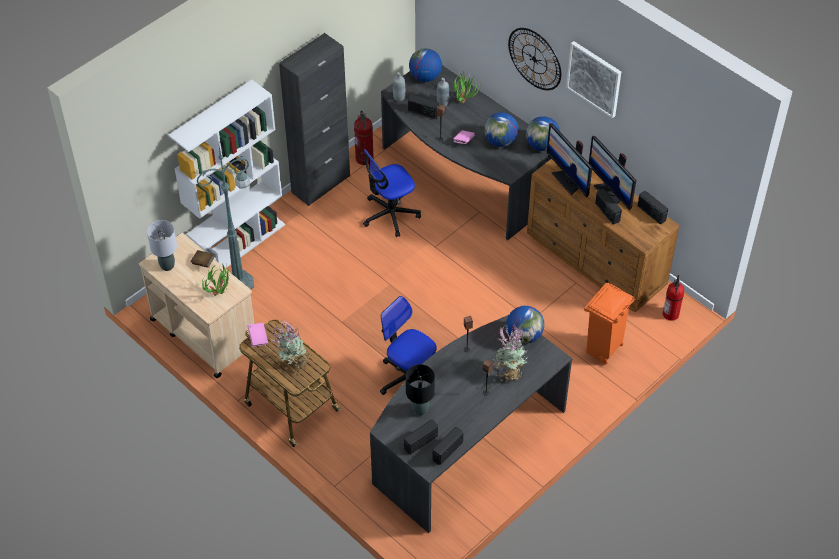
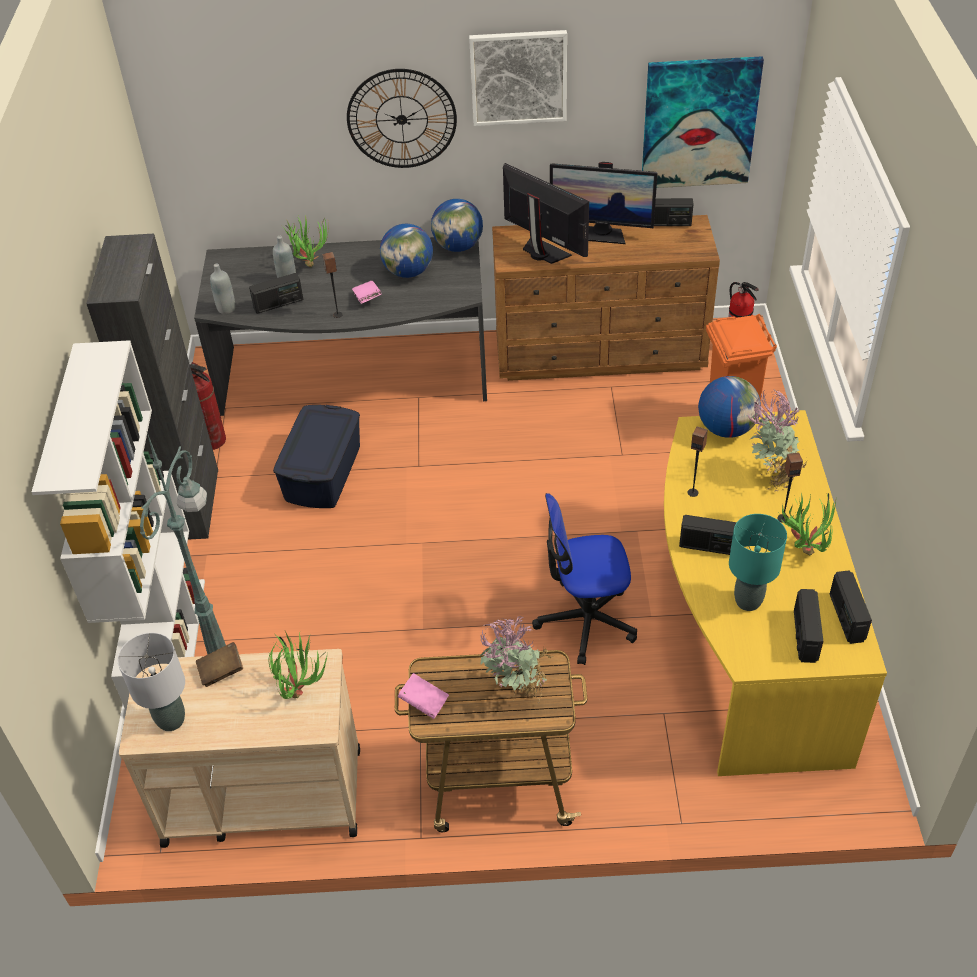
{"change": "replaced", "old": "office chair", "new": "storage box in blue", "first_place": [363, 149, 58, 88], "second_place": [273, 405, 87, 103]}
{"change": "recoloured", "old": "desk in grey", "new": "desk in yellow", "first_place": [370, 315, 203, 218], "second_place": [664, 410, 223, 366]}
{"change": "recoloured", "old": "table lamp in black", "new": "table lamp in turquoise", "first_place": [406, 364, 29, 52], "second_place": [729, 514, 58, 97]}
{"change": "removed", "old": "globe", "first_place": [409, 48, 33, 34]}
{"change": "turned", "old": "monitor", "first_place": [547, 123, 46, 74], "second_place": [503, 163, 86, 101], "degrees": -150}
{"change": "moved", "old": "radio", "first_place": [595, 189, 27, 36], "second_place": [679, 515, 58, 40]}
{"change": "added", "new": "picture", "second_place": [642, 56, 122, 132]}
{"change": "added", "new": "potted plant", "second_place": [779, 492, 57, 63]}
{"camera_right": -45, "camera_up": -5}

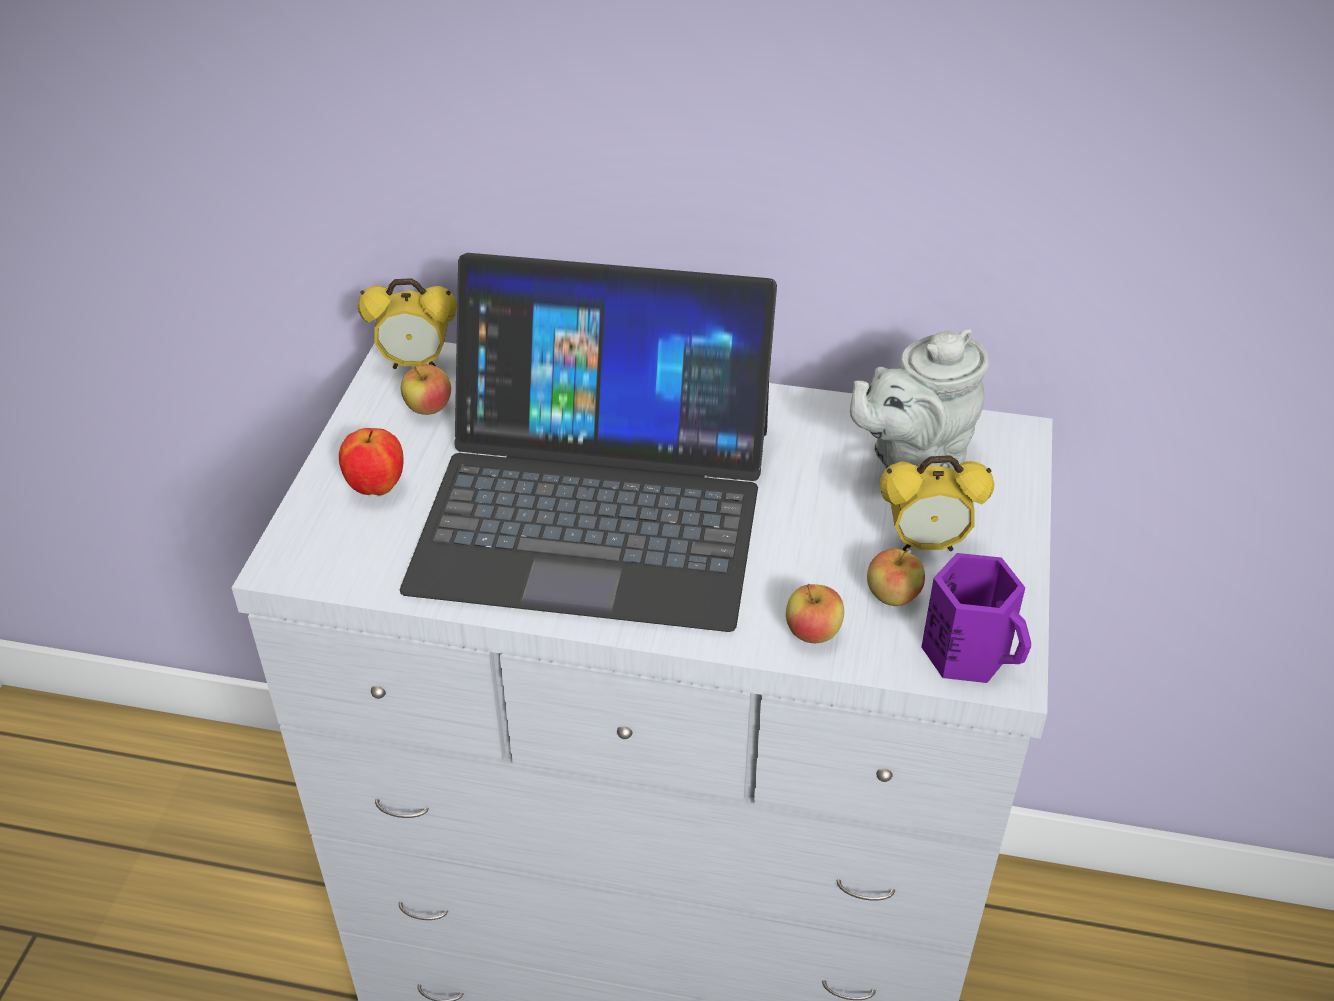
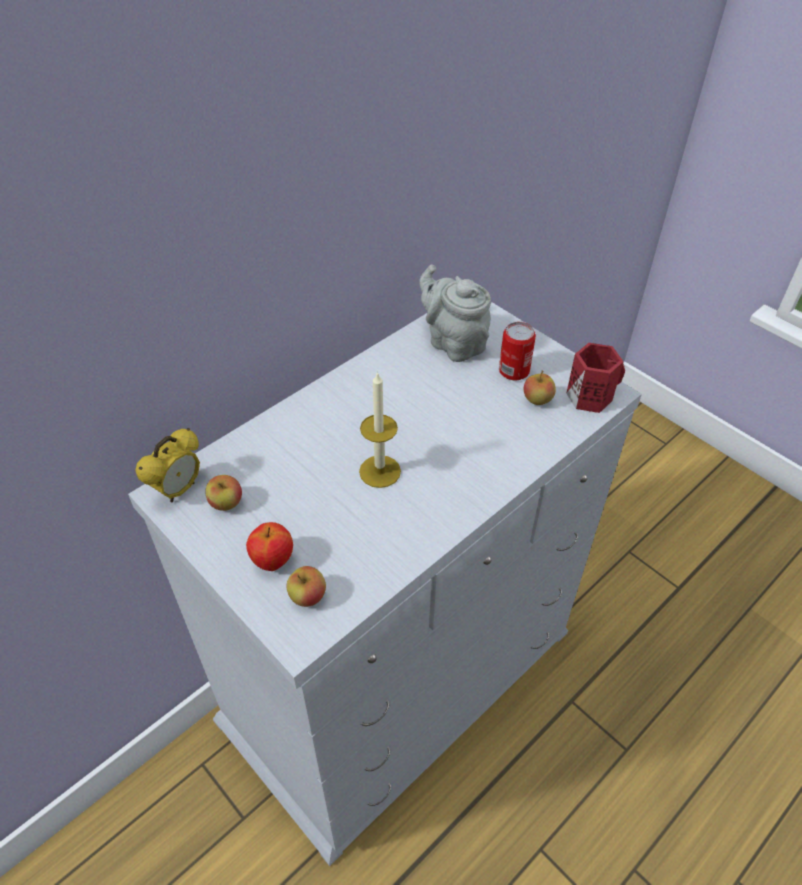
{"change": "replaced", "old": "laptop", "new": "candle", "first_place": [400, 253, 377, 379], "second_place": [359, 372, 42, 116]}
{"change": "moved", "old": "apple", "first_place": [786, 584, 58, 59], "second_place": [286, 566, 40, 41]}
{"change": "turned", "old": "teapot in grey", "first_place": [850, 329, 139, 140], "second_place": [419, 264, 72, 98], "degrees": 135}
{"change": "replaced", "old": "alarm clock", "new": "can", "first_place": [880, 455, 114, 96], "second_place": [499, 322, 37, 58]}
{"change": "recoloured", "old": "mug in purple", "new": "mug in red", "first_place": [921, 553, 110, 130], "second_place": [566, 343, 59, 70]}
{"camera_right": -55, "camera_up": 5}

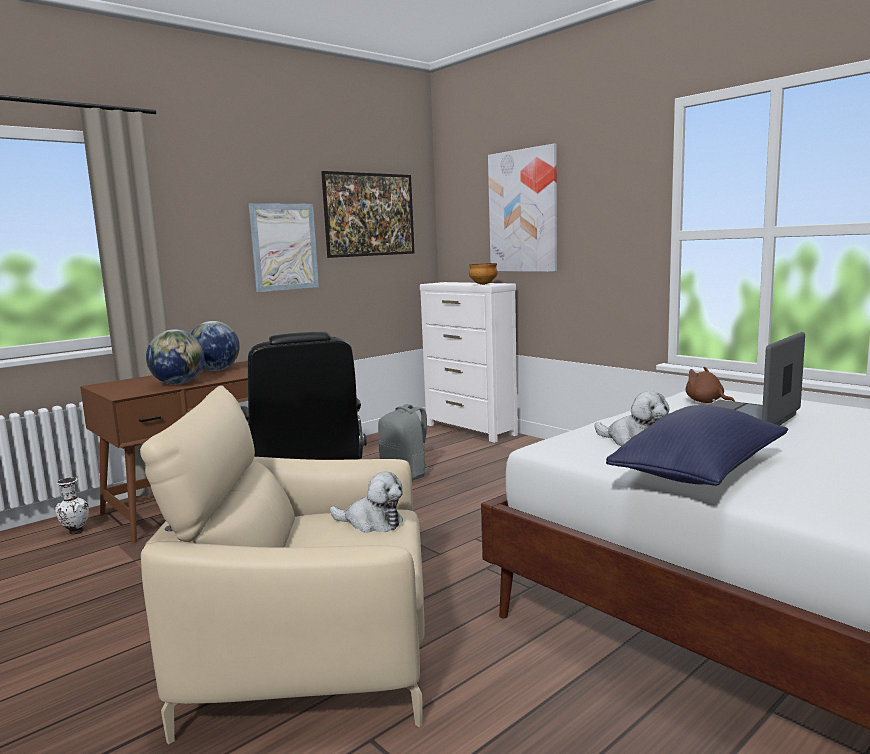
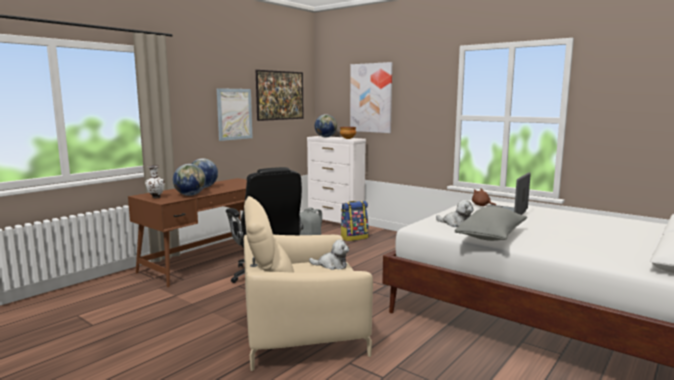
{"change": "moved", "old": "vase in white", "first_place": [55, 477, 34, 57], "second_place": [145, 165, 20, 33]}
{"change": "recoloured", "old": "pillow in blue", "new": "pillow in grey", "first_place": [606, 405, 182, 81], "second_place": [455, 206, 72, 35]}
{"change": "added", "new": "globe", "second_place": [315, 114, 22, 23]}
{"change": "added", "new": "backpack", "second_place": [341, 201, 28, 40]}
{"camera_right": -10, "camera_up": 0}

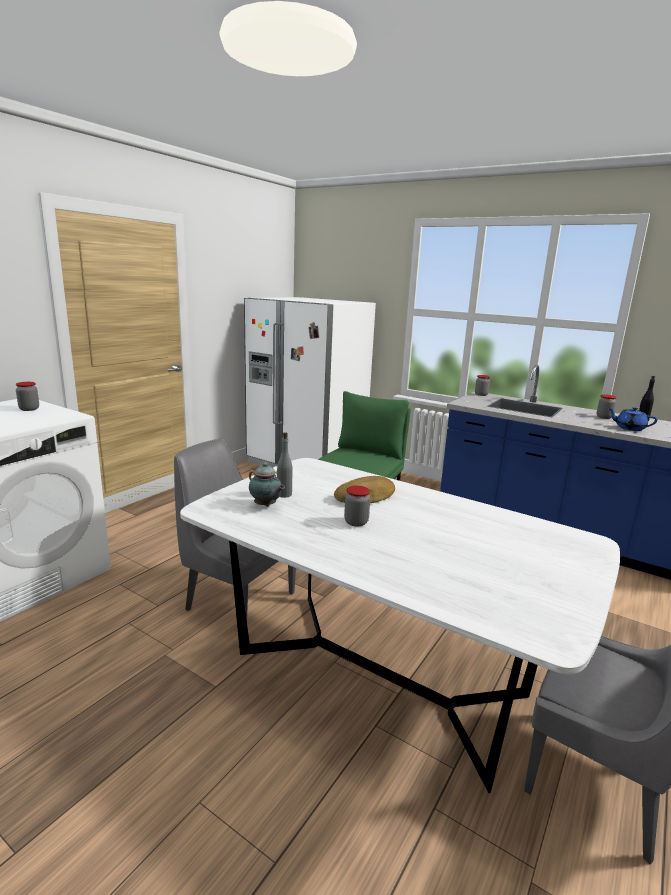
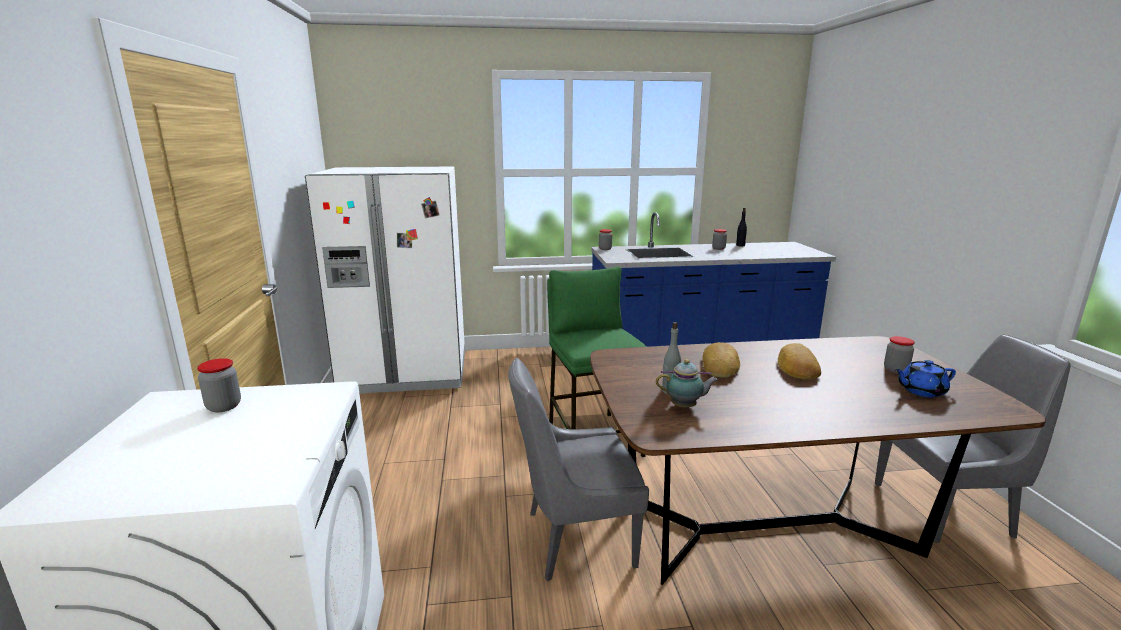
{"change": "recoloured", "old": "dining table in white", "new": "dining table in brown", "first_place": [180, 458, 440, 335], "second_place": [590, 336, 456, 249]}
{"change": "moved", "old": "jar", "first_place": [344, 485, 26, 42], "second_place": [884, 336, 31, 38]}
{"change": "moved", "old": "teapot in blue", "first_place": [608, 407, 50, 24], "second_place": [894, 360, 62, 38]}
{"change": "added", "new": "bread", "second_place": [778, 343, 43, 36]}
{"camera_right": -40, "camera_up": 0}

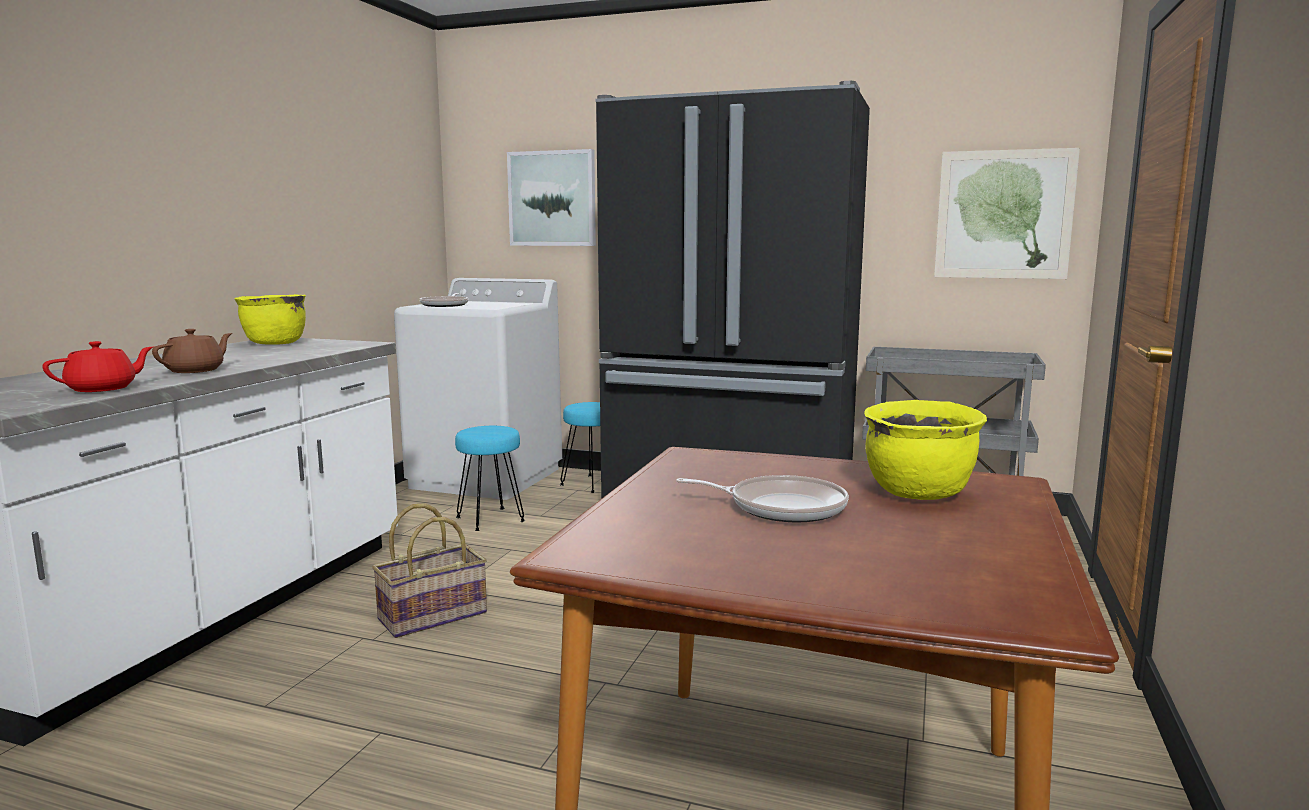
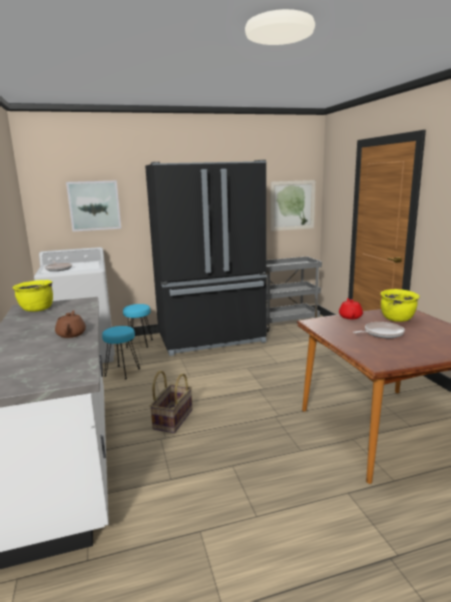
{"change": "moved", "old": "teapot in red", "first_place": [42, 341, 111, 51], "second_place": [339, 298, 24, 21]}
{"camera_right": -35, "camera_up": 5}

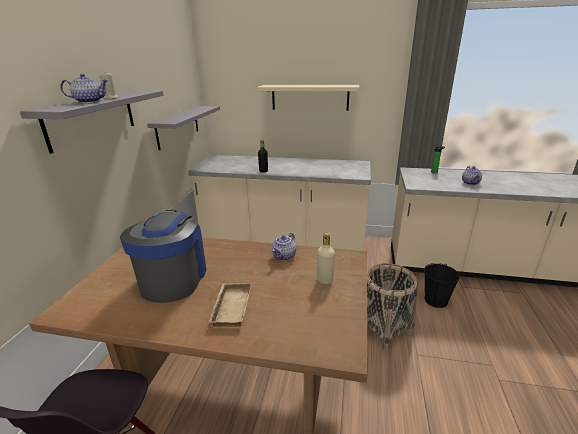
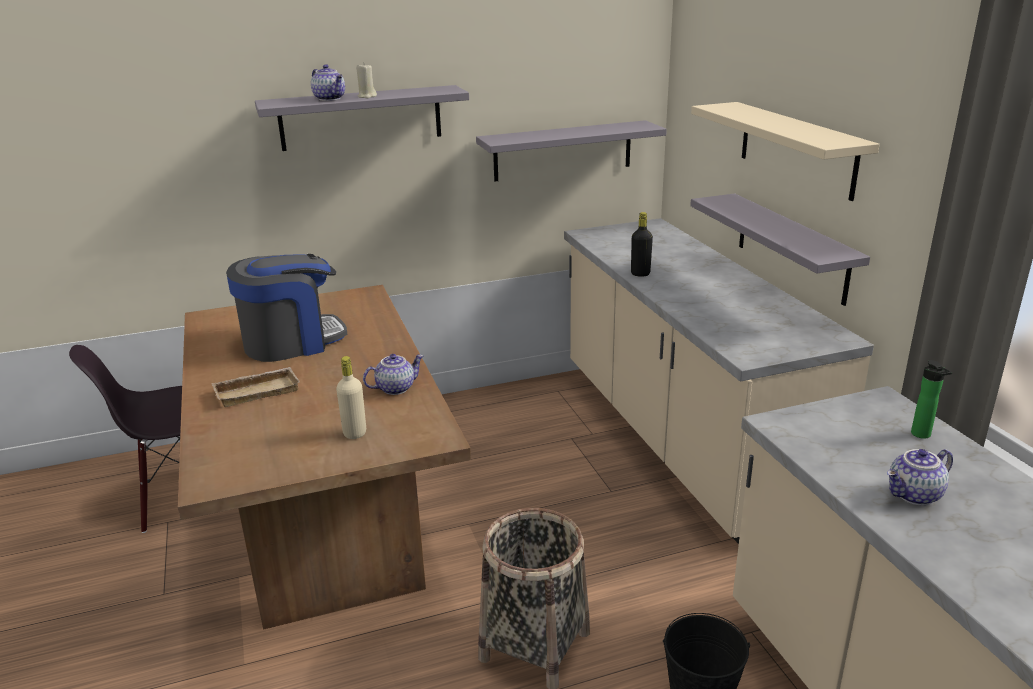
{"change": "turned", "old": "teapot", "first_place": [272, 233, 24, 28], "second_place": [363, 354, 61, 41], "degrees": 150}
{"change": "added", "new": "shelf in grey", "second_place": [690, 194, 180, 112]}
{"camera_right": 60, "camera_up": 0}

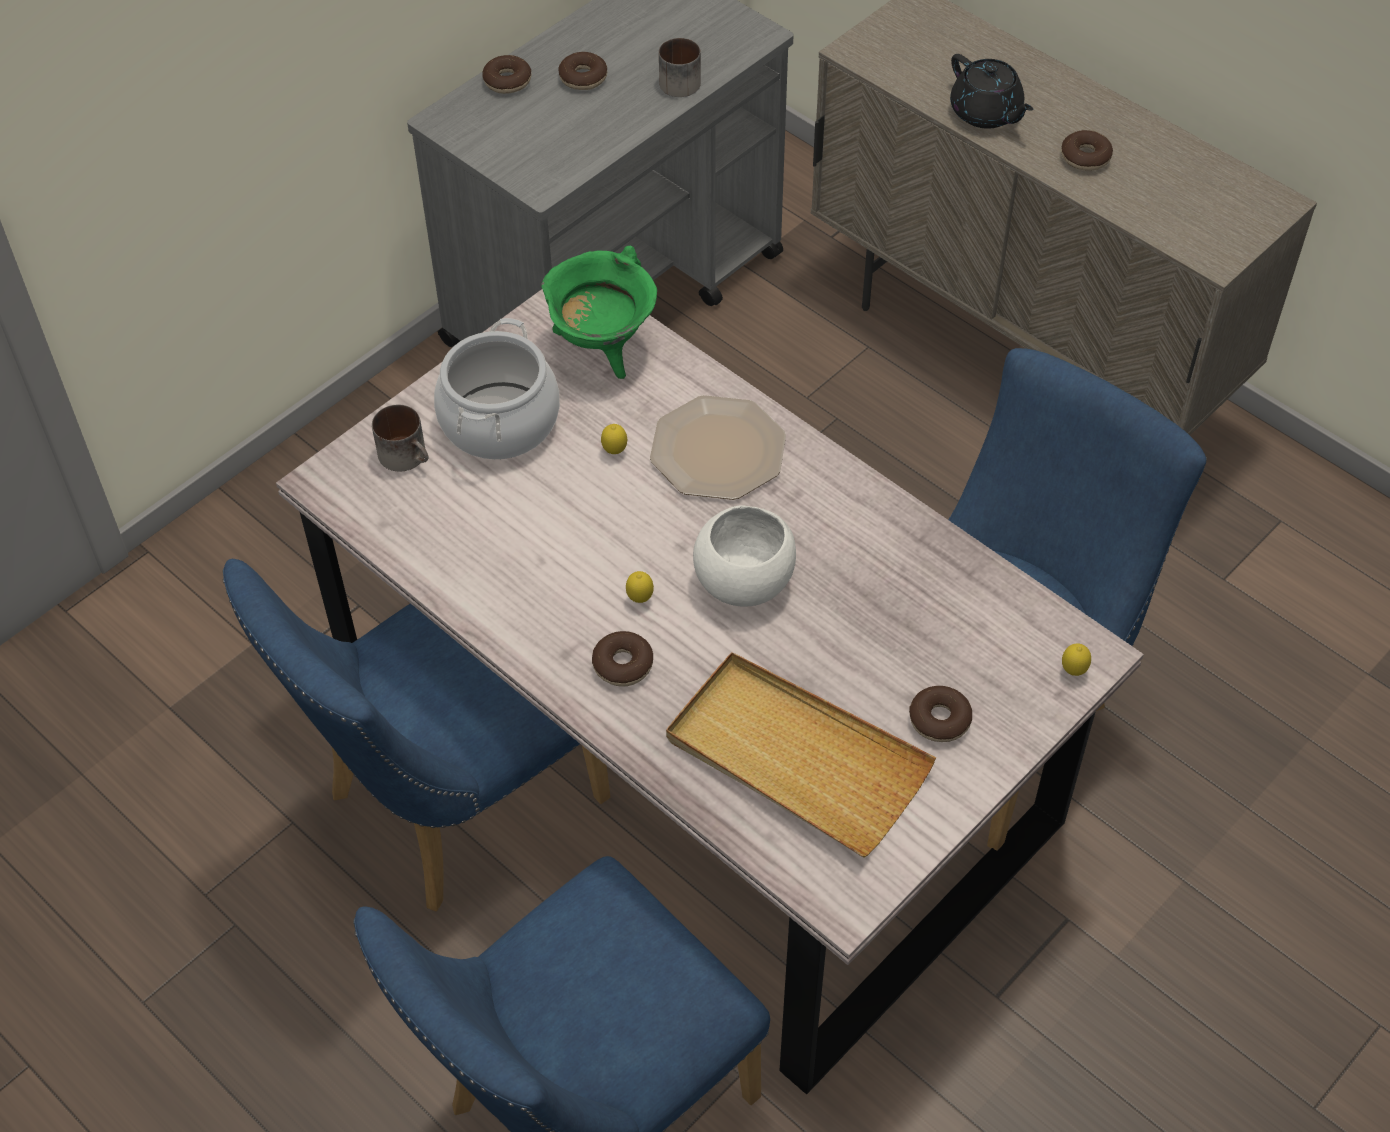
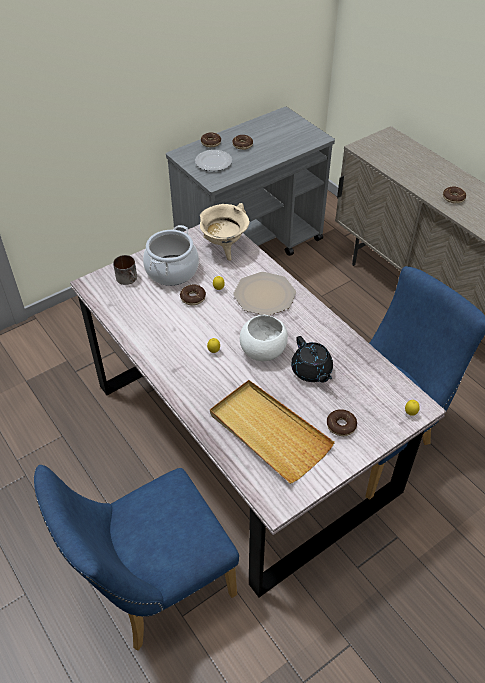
{"change": "removed", "old": "chair in blue", "first_place": [222, 559, 389, 353]}
{"change": "recoloured", "old": "cooking pot in green", "new": "cooking pot in beige", "first_place": [541, 246, 116, 133], "second_place": [200, 203, 50, 58]}
{"change": "moved", "old": "donut", "first_place": [592, 631, 61, 56], "second_place": [180, 284, 26, 22]}
{"change": "removed", "old": "mug", "first_place": [659, 38, 42, 59]}
{"change": "moved", "old": "teapot in black", "first_place": [950, 54, 83, 75], "second_place": [291, 336, 42, 47]}
{"change": "added", "new": "plate", "second_place": [195, 150, 37, 21]}
{"camera_right": 10, "camera_up": -5}

